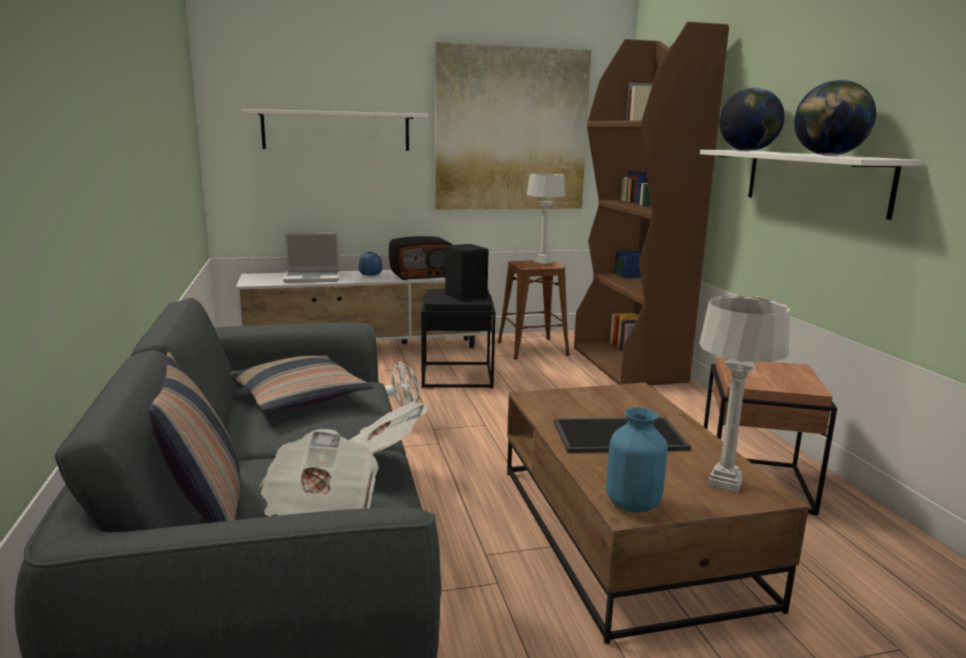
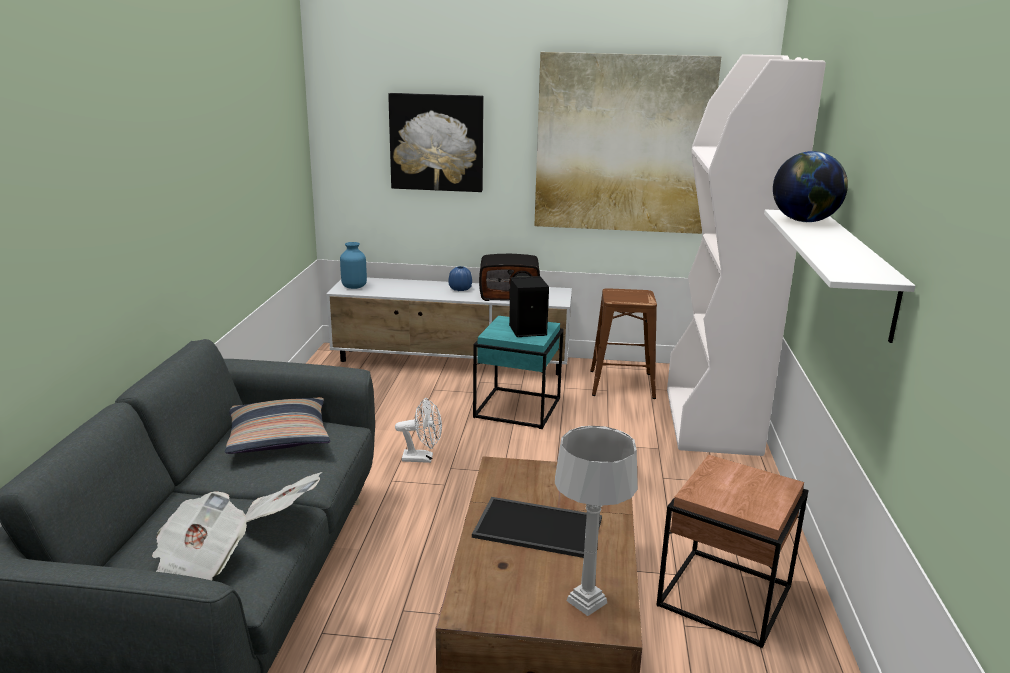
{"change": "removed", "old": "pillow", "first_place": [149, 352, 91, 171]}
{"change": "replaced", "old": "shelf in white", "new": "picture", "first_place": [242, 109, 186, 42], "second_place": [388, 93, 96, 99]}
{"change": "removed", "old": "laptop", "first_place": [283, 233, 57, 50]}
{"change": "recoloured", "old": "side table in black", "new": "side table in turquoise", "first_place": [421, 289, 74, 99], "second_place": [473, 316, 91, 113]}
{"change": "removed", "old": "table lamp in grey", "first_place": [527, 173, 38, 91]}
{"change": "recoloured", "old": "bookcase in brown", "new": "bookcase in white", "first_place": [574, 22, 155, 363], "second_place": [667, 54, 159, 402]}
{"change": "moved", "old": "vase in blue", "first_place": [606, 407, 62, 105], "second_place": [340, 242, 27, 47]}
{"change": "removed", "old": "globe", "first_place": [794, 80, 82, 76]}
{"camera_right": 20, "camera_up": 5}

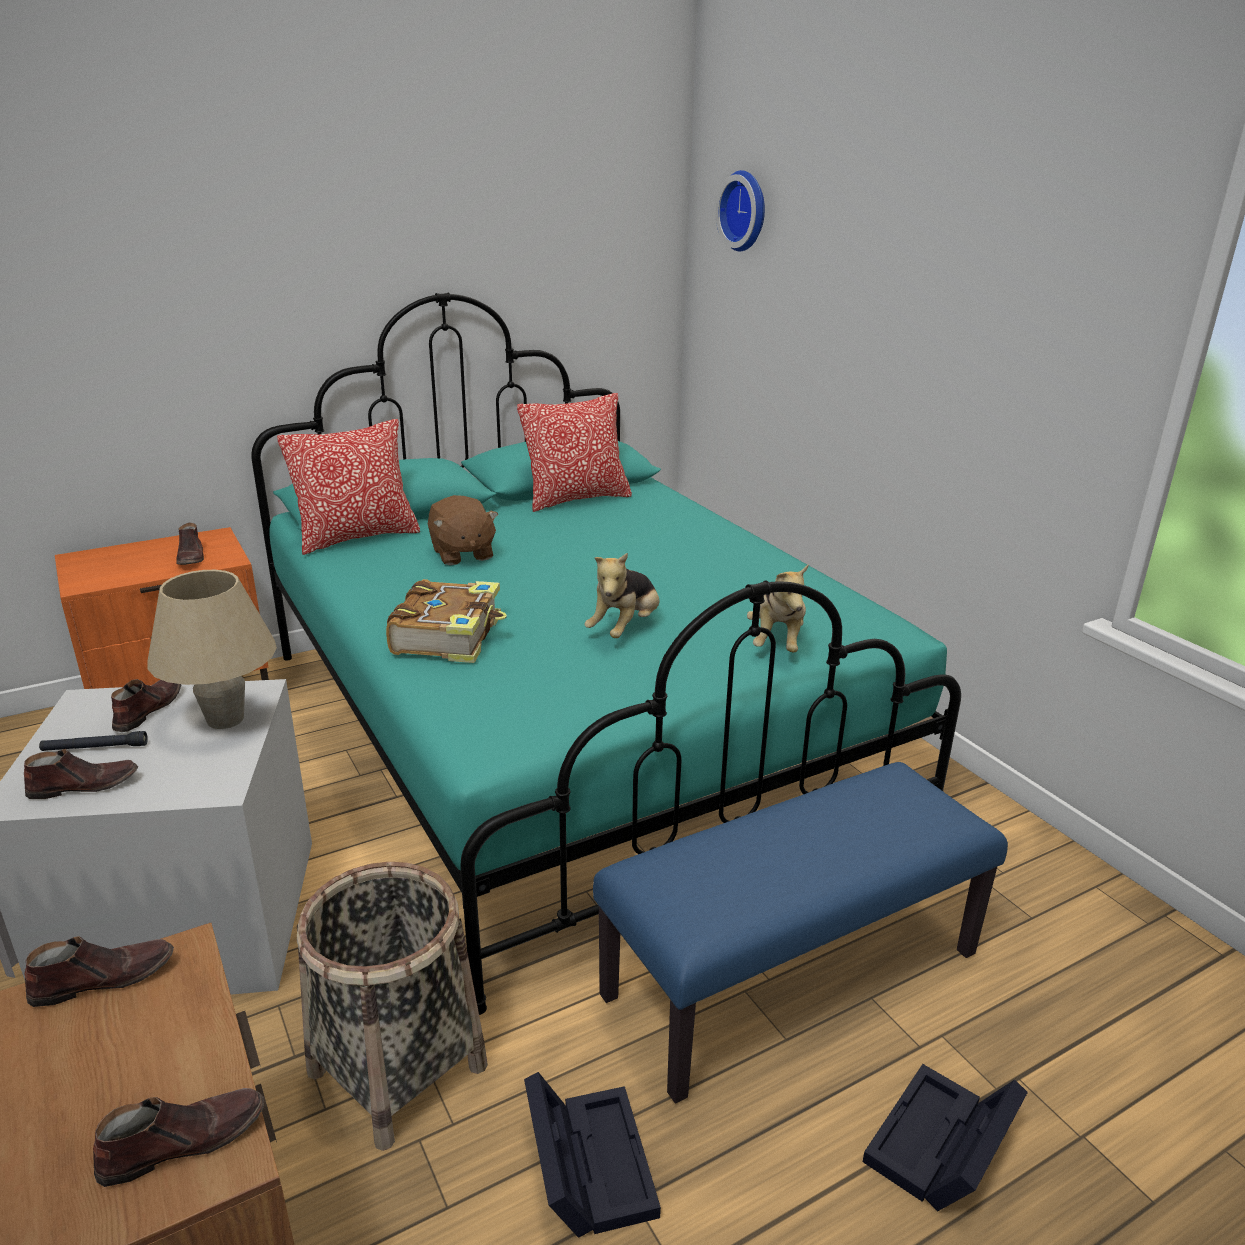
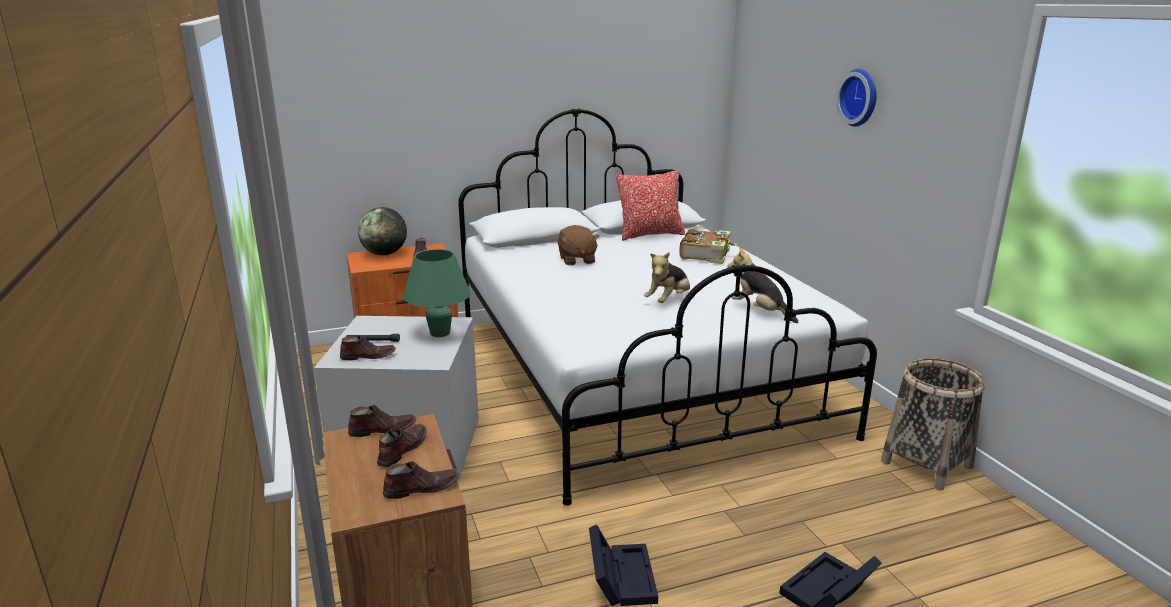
{"change": "moved", "old": "shoe in brown", "first_place": [111, 679, 70, 53], "second_place": [377, 424, 50, 43]}
{"change": "recoloured", "old": "table lamp in beige", "new": "table lamp in green", "first_place": [148, 570, 129, 159], "second_place": [404, 249, 67, 88]}
{"change": "recoloured", "old": "bed in turquoise", "new": "bed in white", "first_place": [251, 292, 710, 723], "second_place": [458, 108, 419, 398]}
{"change": "removed", "old": "pillow", "first_place": [277, 419, 143, 136]}
{"change": "moved", "old": "basket", "first_place": [297, 862, 191, 289], "second_place": [881, 358, 104, 132]}
{"change": "moved", "old": "book", "first_place": [386, 579, 121, 84], "second_place": [679, 229, 58, 35]}
{"change": "removed", "old": "bench in blue", "first_place": [593, 762, 415, 341]}
{"change": "moved", "old": "wall clock", "first_place": [716, 170, 49, 82], "second_place": [836, 69, 41, 58]}
{"change": "turned", "old": "plush toy", "first_place": [747, 564, 62, 89], "second_place": [727, 247, 71, 76], "degrees": 120}
{"change": "added", "new": "globe", "second_place": [358, 207, 49, 48]}
{"camera_right": 10, "camera_up": -5}

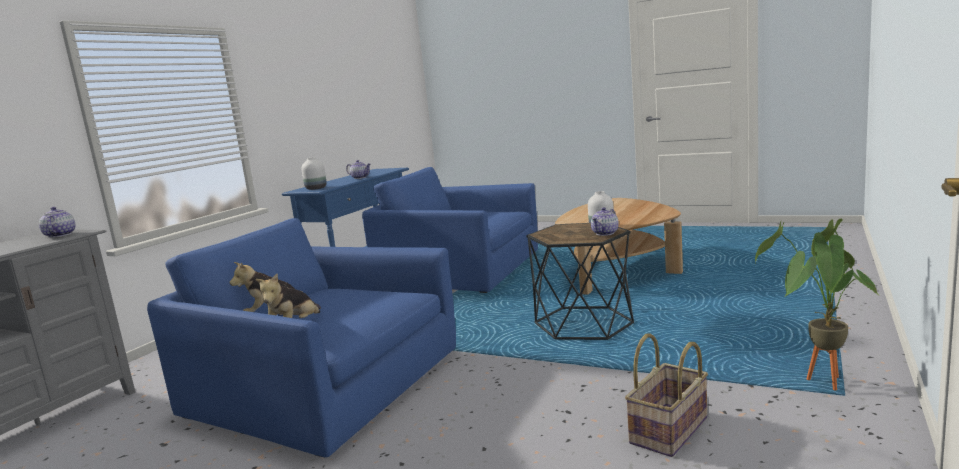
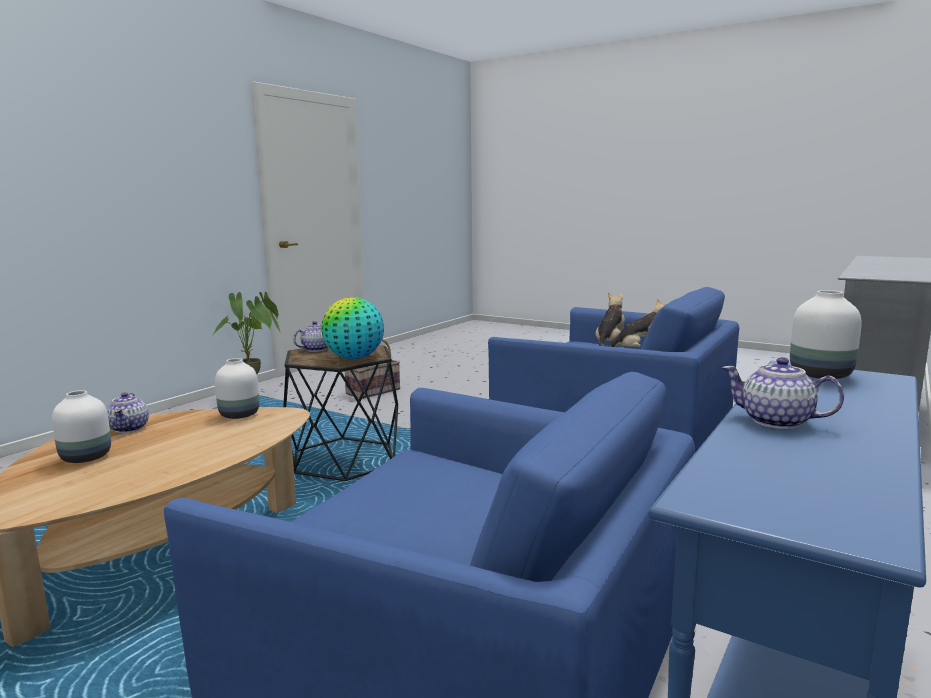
{"change": "moved", "old": "teapot", "first_place": [39, 207, 37, 31], "second_place": [107, 392, 42, 41]}
{"change": "added", "new": "vase in white", "second_place": [52, 390, 59, 73]}
{"change": "added", "new": "globe", "second_place": [321, 297, 63, 62]}
{"camera_right": -175, "camera_up": 0}

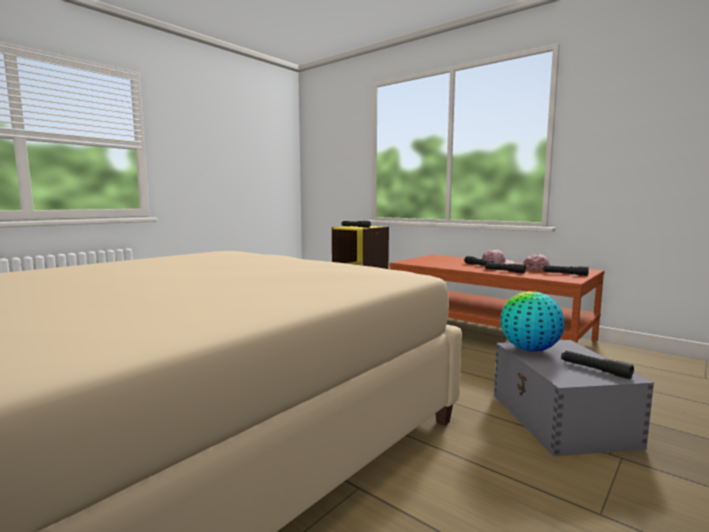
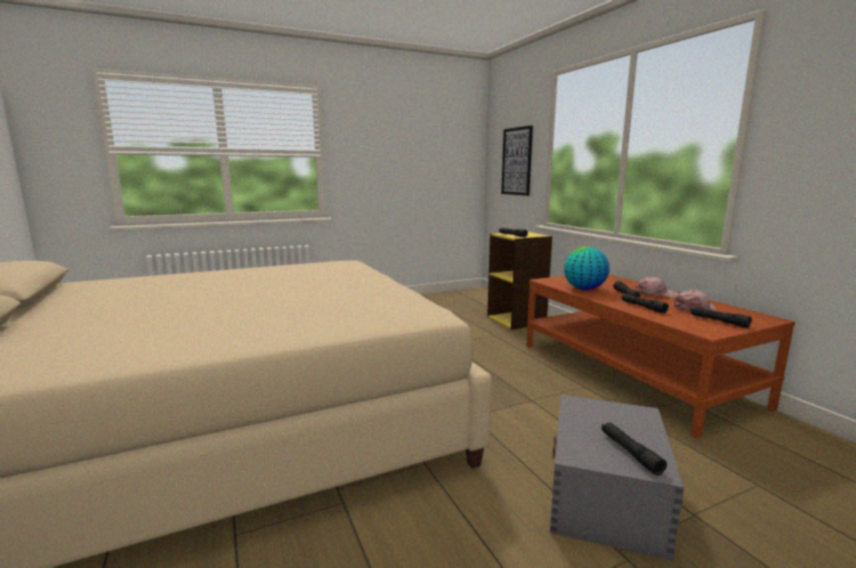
{"change": "moved", "old": "globe", "first_place": [500, 291, 65, 61], "second_place": [564, 247, 45, 43]}
{"change": "added", "new": "picture", "second_place": [501, 125, 32, 71]}
{"camera_right": 25, "camera_up": 5}

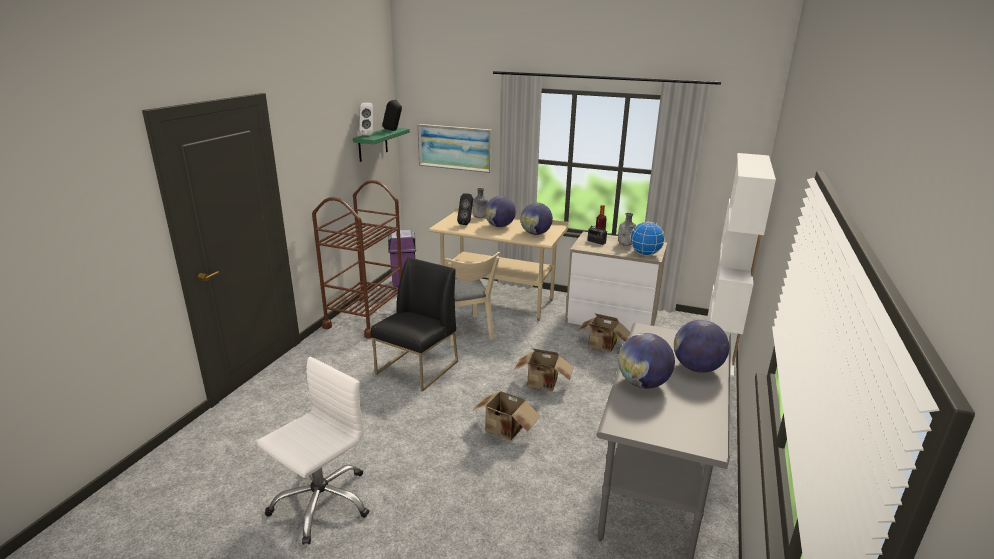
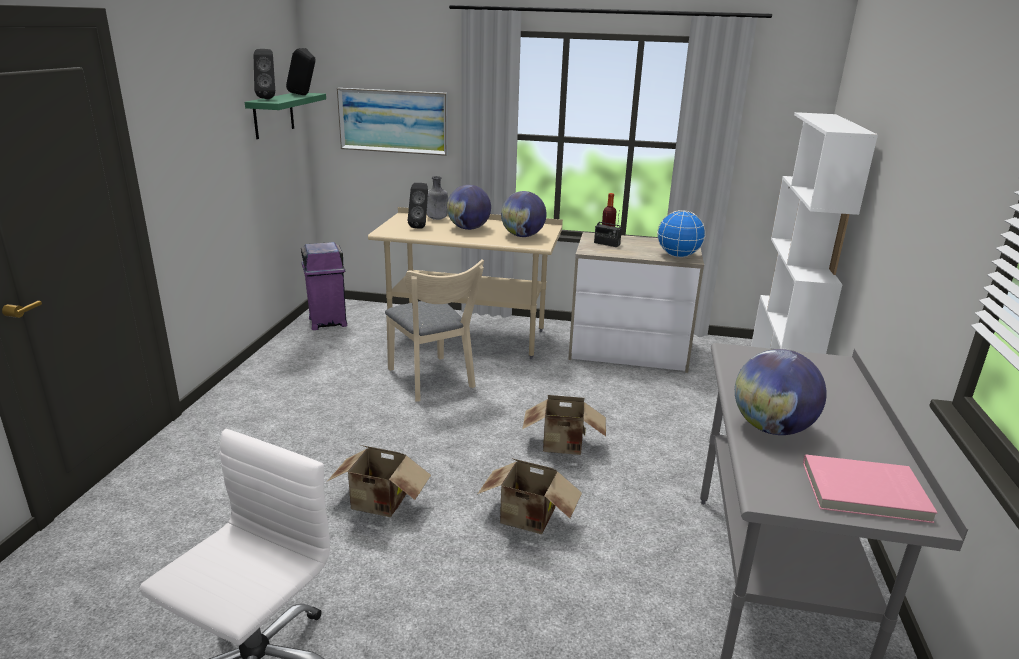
{"change": "removed", "old": "cart in brown", "first_place": [312, 180, 90, 159]}
{"change": "recoloured", "old": "speaker in white", "new": "speaker in black", "first_place": [360, 103, 13, 33], "second_place": [254, 49, 21, 50]}
{"change": "removed", "old": "chair in black", "first_place": [371, 257, 87, 135]}
{"change": "moved", "old": "cardboard box", "first_place": [578, 313, 52, 39], "second_place": [328, 445, 103, 72]}
{"change": "removed", "old": "bottle in grey", "first_place": [618, 213, 18, 33]}
{"change": "removed", "old": "globe", "first_place": [674, 320, 55, 53]}
{"change": "added", "new": "book in pink", "second_place": [803, 455, 135, 68]}
{"camera_right": -10, "camera_up": 0}

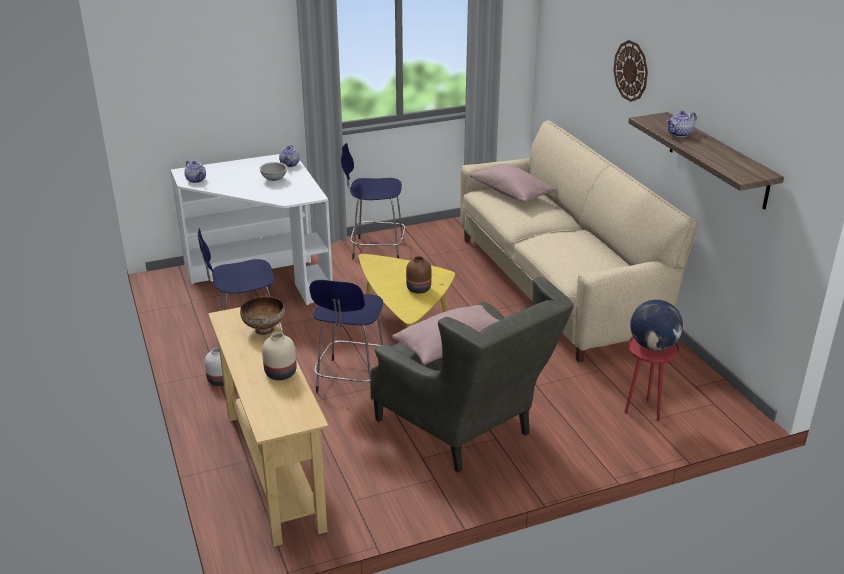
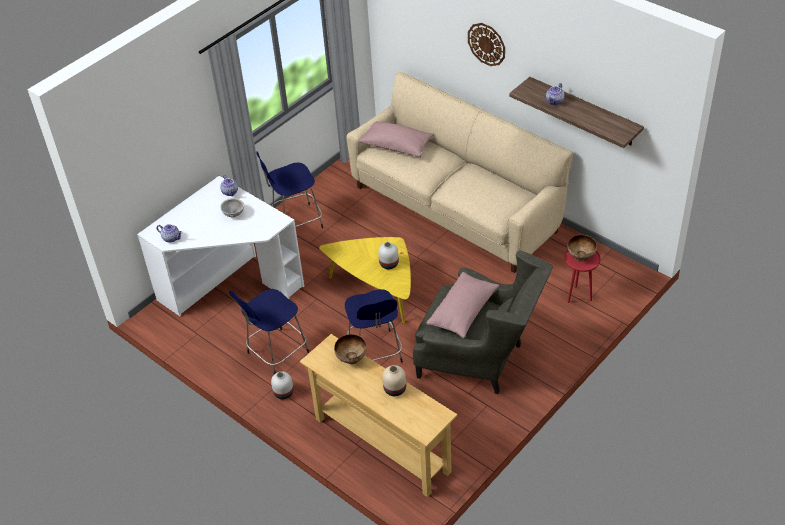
{"change": "recoloured", "old": "vase in brown", "new": "vase in white", "first_place": [406, 256, 25, 38], "second_place": [378, 242, 21, 27]}
{"change": "replaced", "old": "globe", "new": "bowl", "first_place": [630, 300, 53, 51], "second_place": [567, 235, 30, 27]}
{"camera_right": -25, "camera_up": 15}

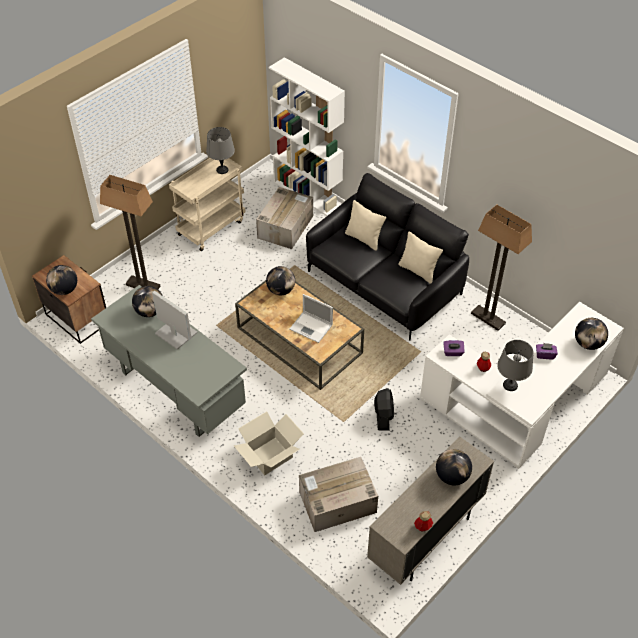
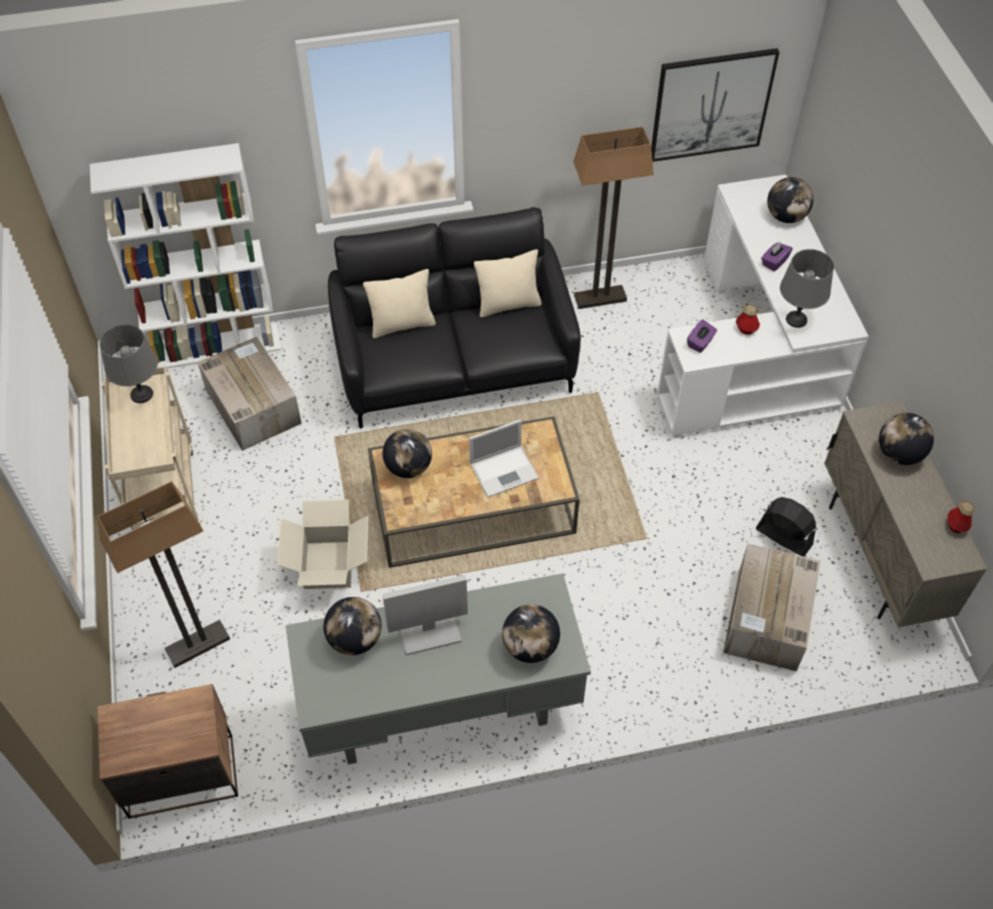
{"change": "moved", "old": "globe", "first_place": [46, 265, 31, 30], "second_place": [502, 604, 58, 59]}
{"change": "moved", "old": "cardboard box", "first_place": [234, 411, 70, 64], "second_place": [277, 500, 91, 89]}
{"change": "moved", "old": "fan in black", "first_place": [374, 388, 20, 43], "second_place": [756, 497, 60, 60]}
{"change": "added", "new": "picture", "second_place": [651, 48, 128, 114]}
{"camera_right": -55, "camera_up": 5}

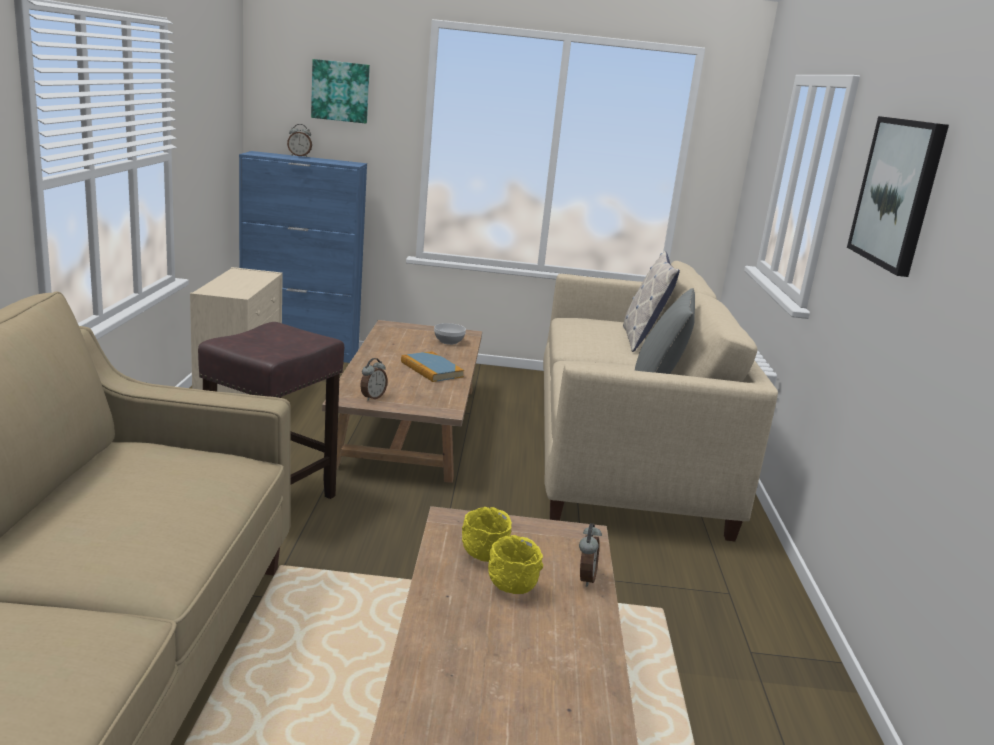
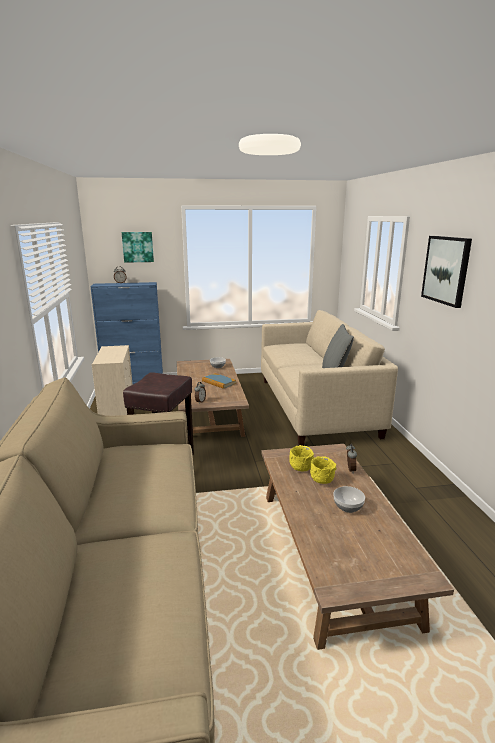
{"change": "removed", "old": "pillow", "first_place": [623, 251, 57, 101]}
{"change": "added", "new": "bowl", "second_place": [334, 486, 31, 27]}
{"camera_right": -10, "camera_up": 0}

